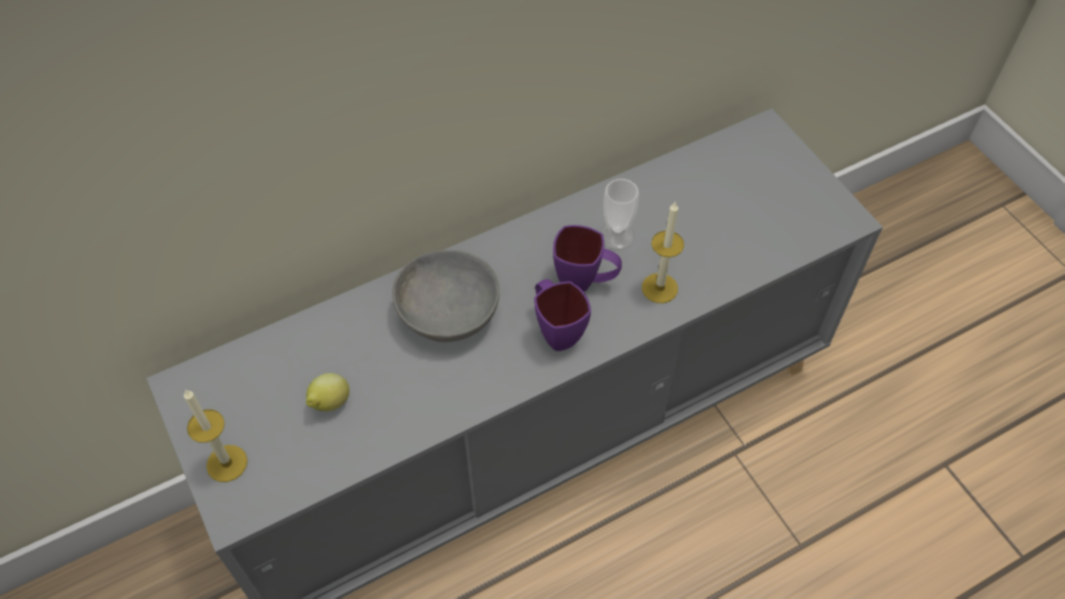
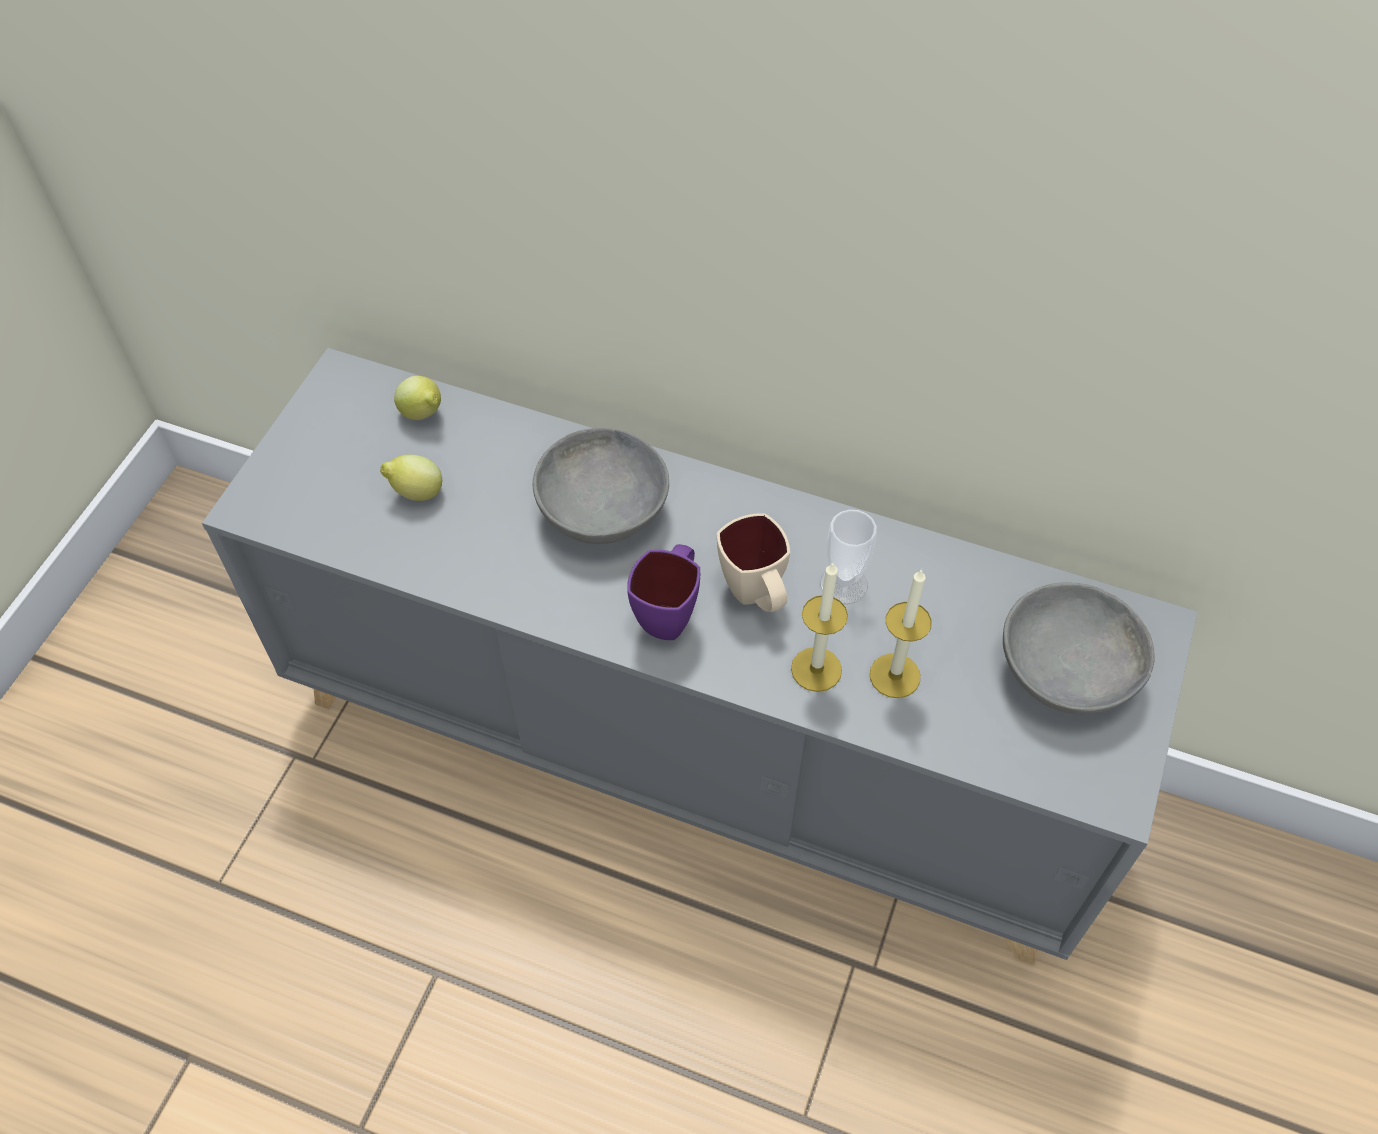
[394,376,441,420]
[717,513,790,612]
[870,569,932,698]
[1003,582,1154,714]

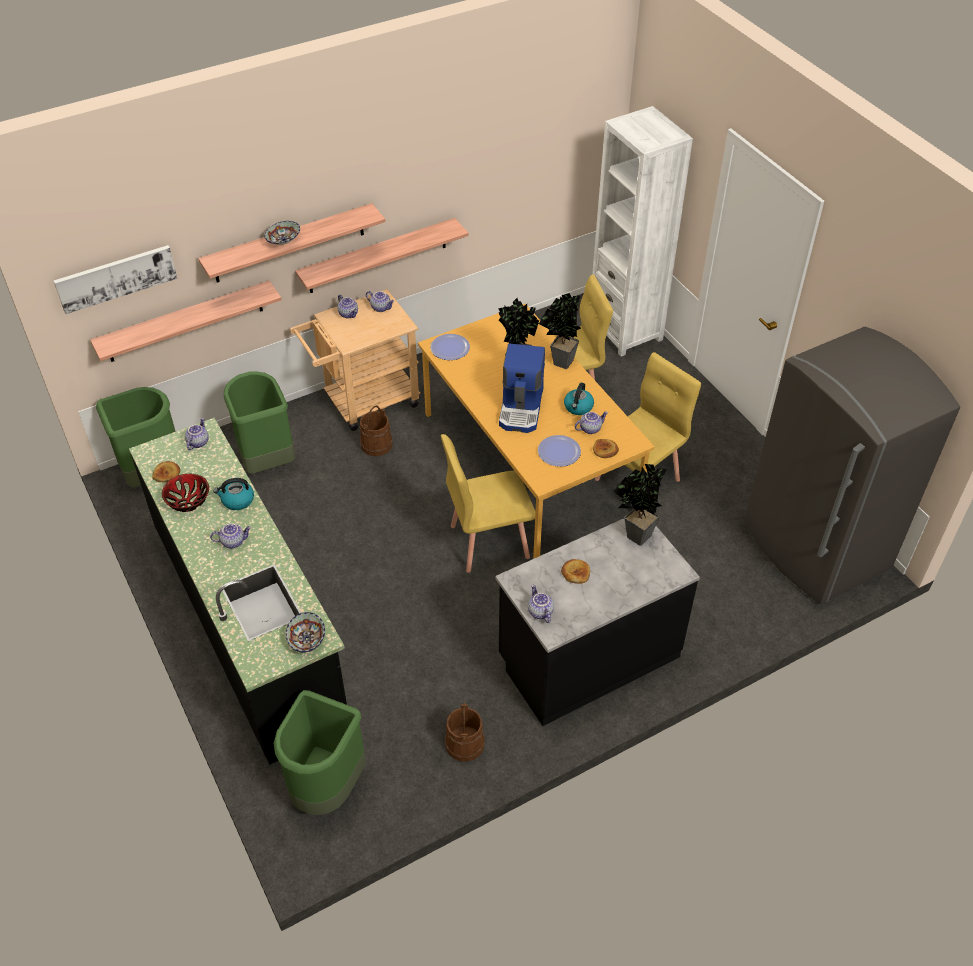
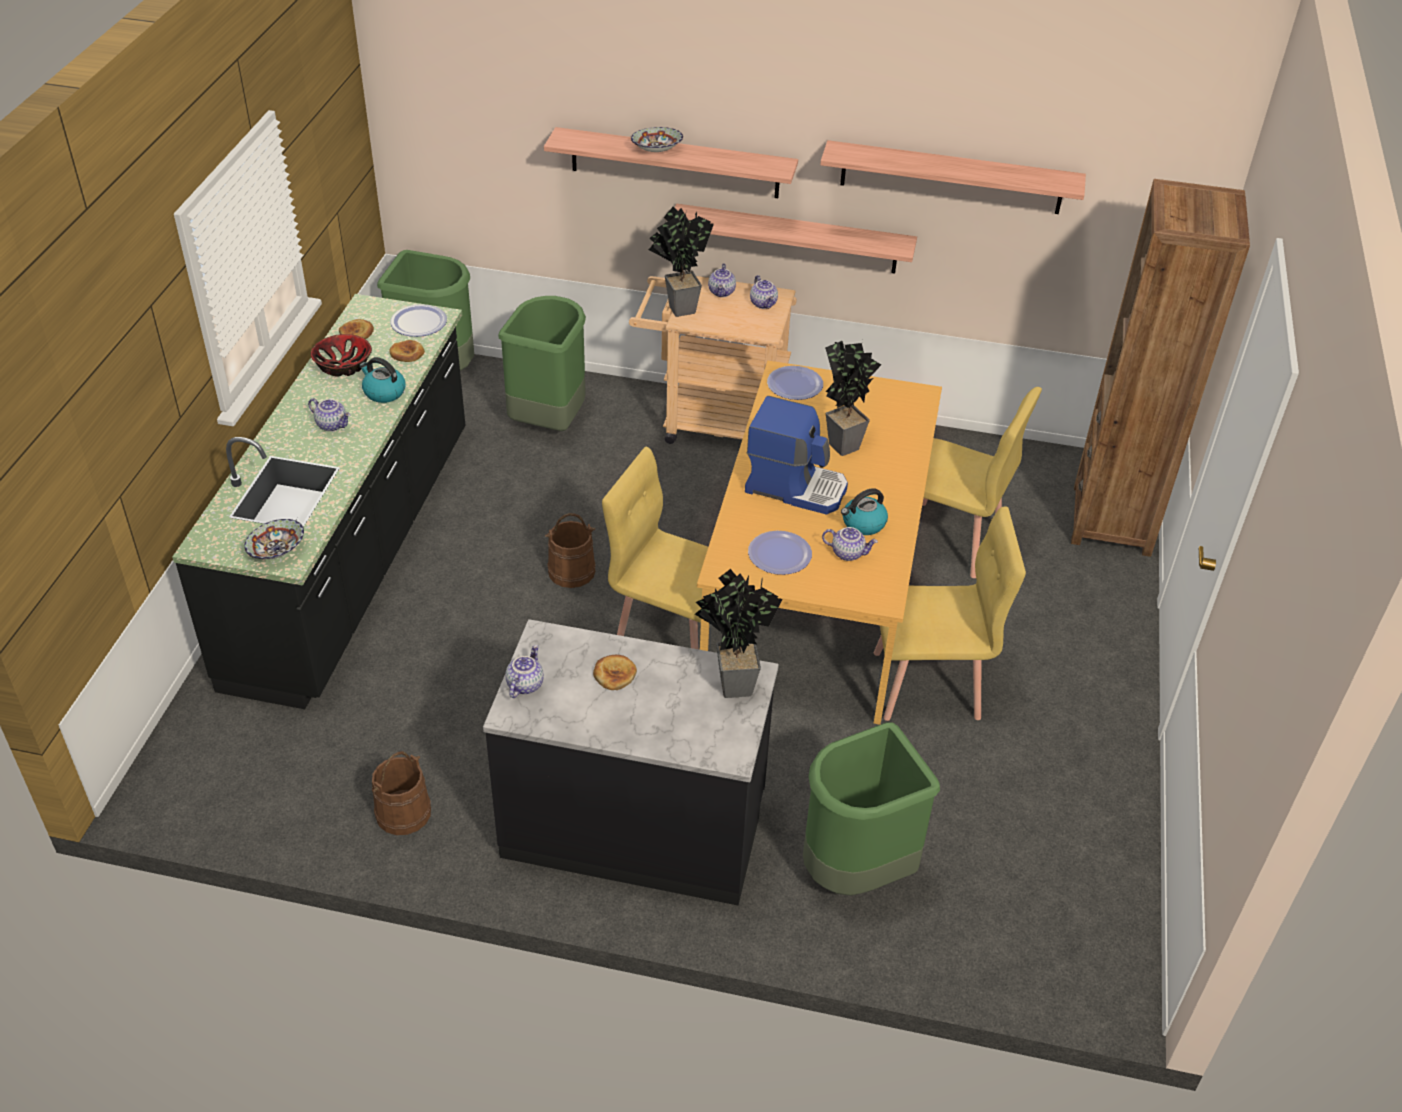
[389,340,425,362]
[390,304,447,337]
[545,513,596,588]
[649,207,714,317]
[745,396,848,514]
[803,722,940,896]
[820,140,1086,214]
[1071,179,1250,557]
[54,245,177,314] (first image)
[744,327,960,604] (first image)

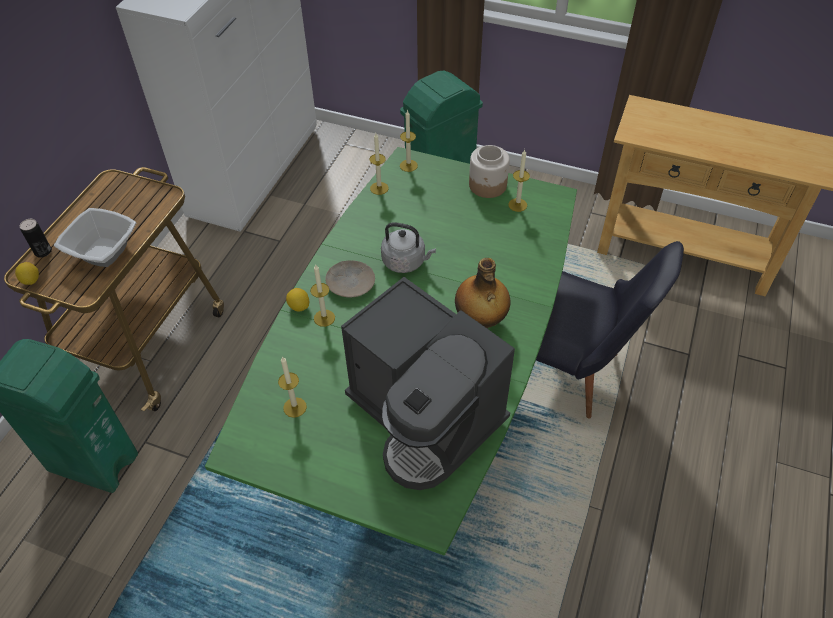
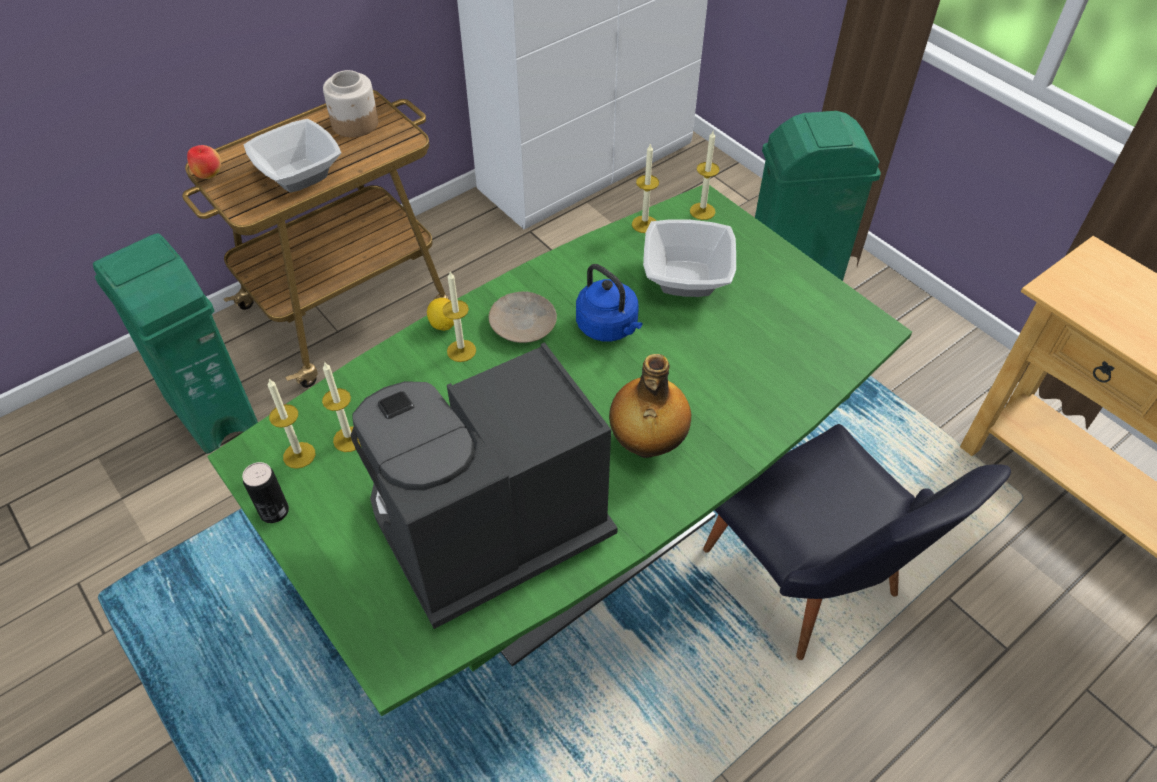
[187,145,221,179]
[242,462,289,523]
[268,379,315,469]
[323,70,378,137]
[350,342,618,629]
[576,264,643,341]
[643,220,736,297]

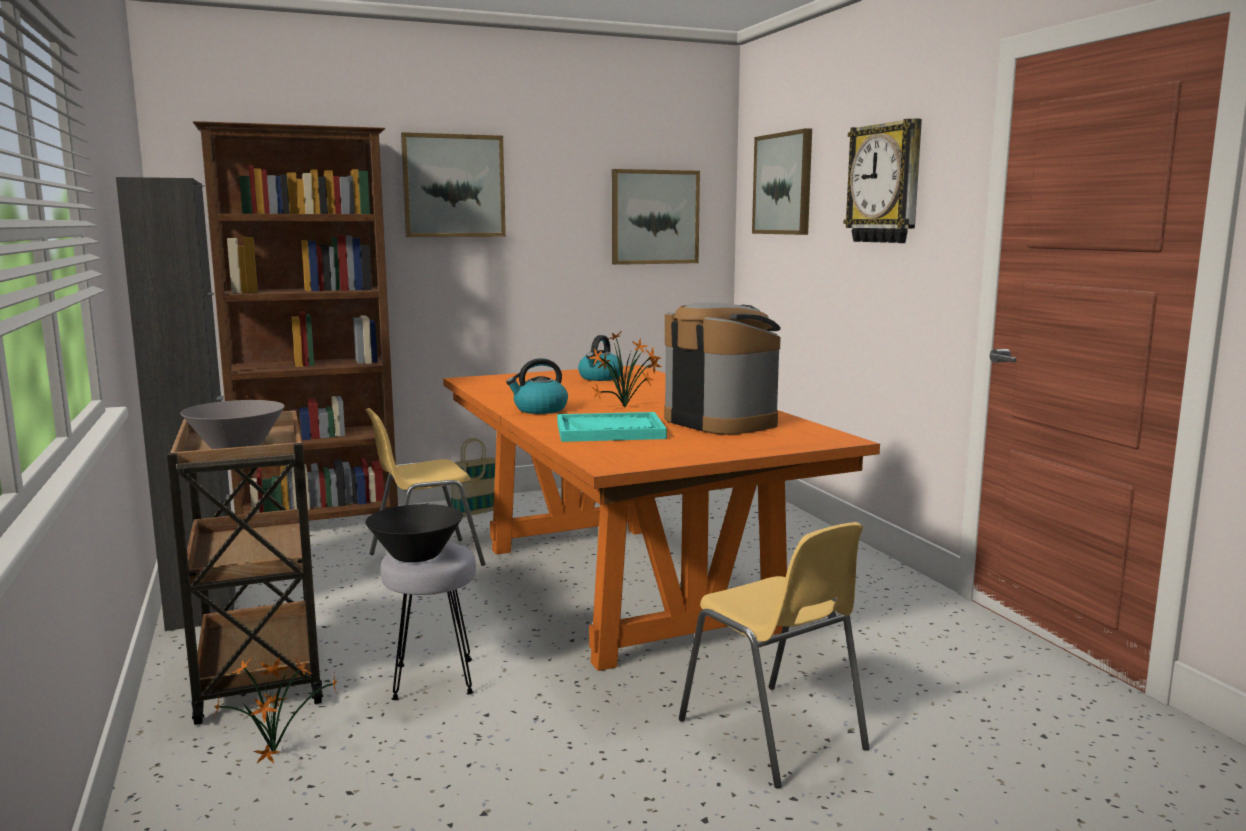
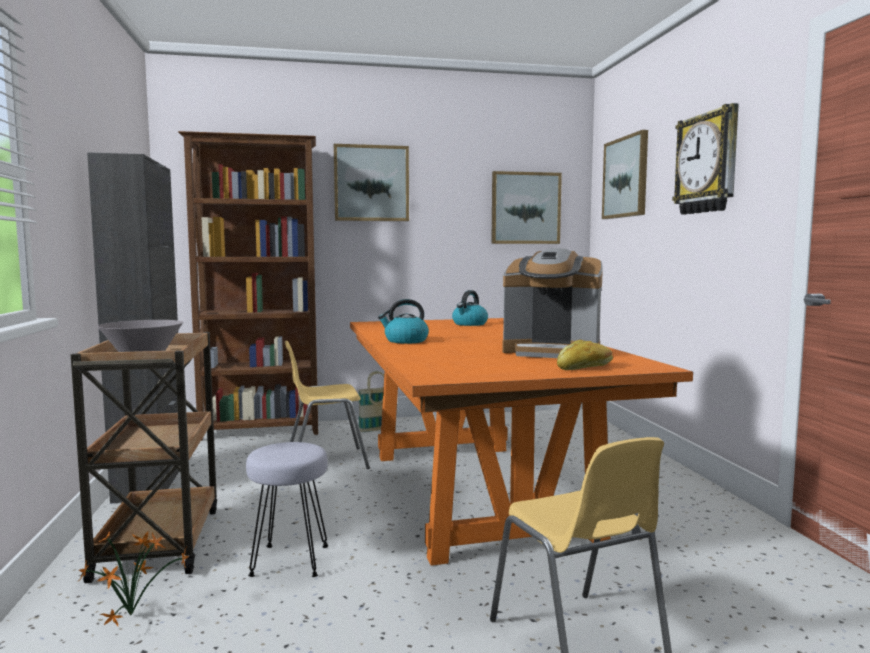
[502,248,603,358]
[557,339,613,370]
[365,504,463,562] (first image)
[557,412,667,442] (first image)
[589,332,661,407] (first image)

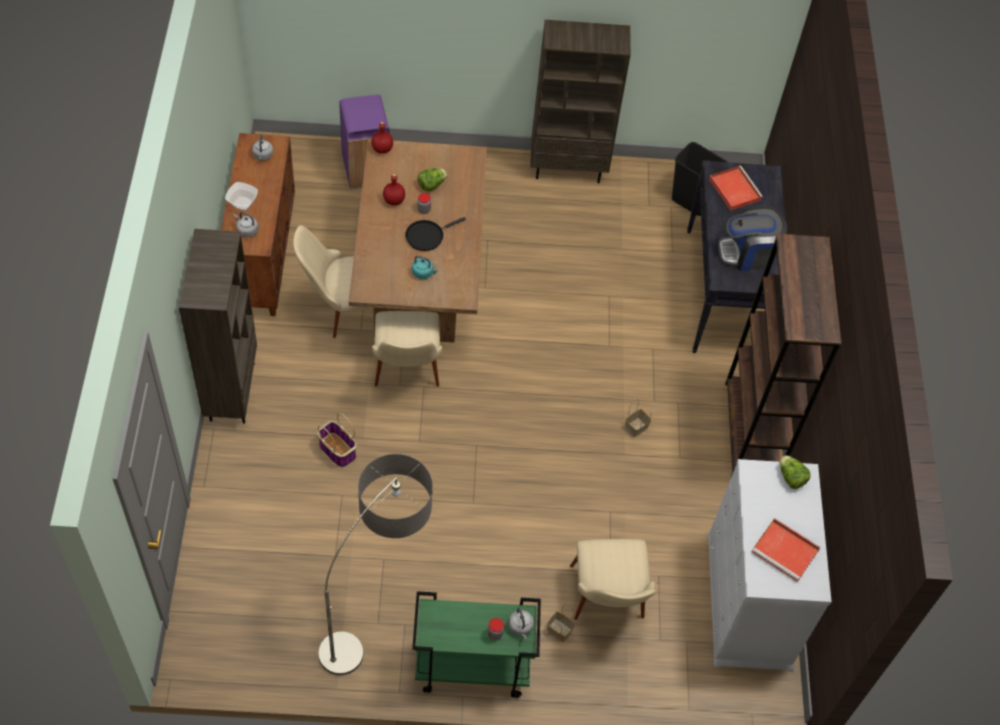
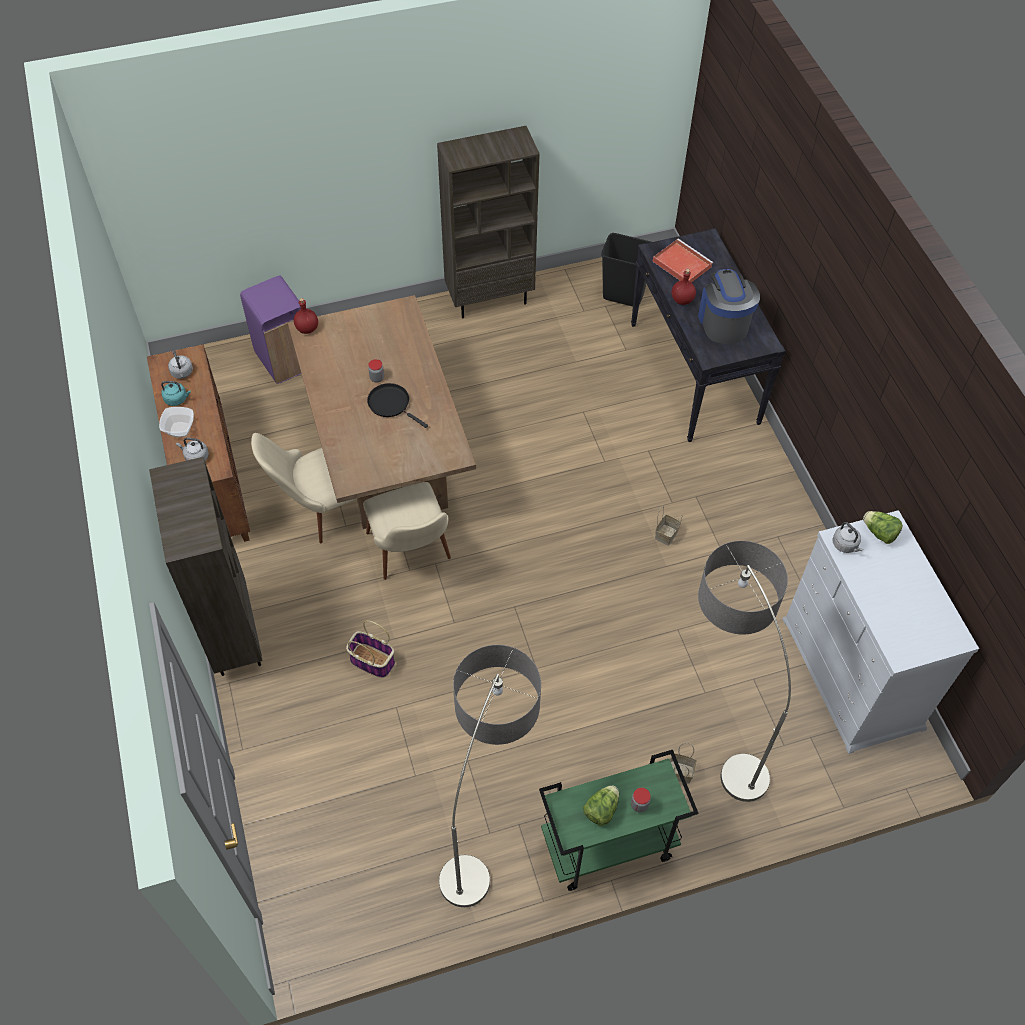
[161,381,191,406]
[367,383,428,428]
[583,785,619,825]
[672,269,696,305]
[698,269,760,344]
[698,541,791,802]
[833,522,863,553]
[725,234,841,477] (first image)
[752,518,821,582] (first image)

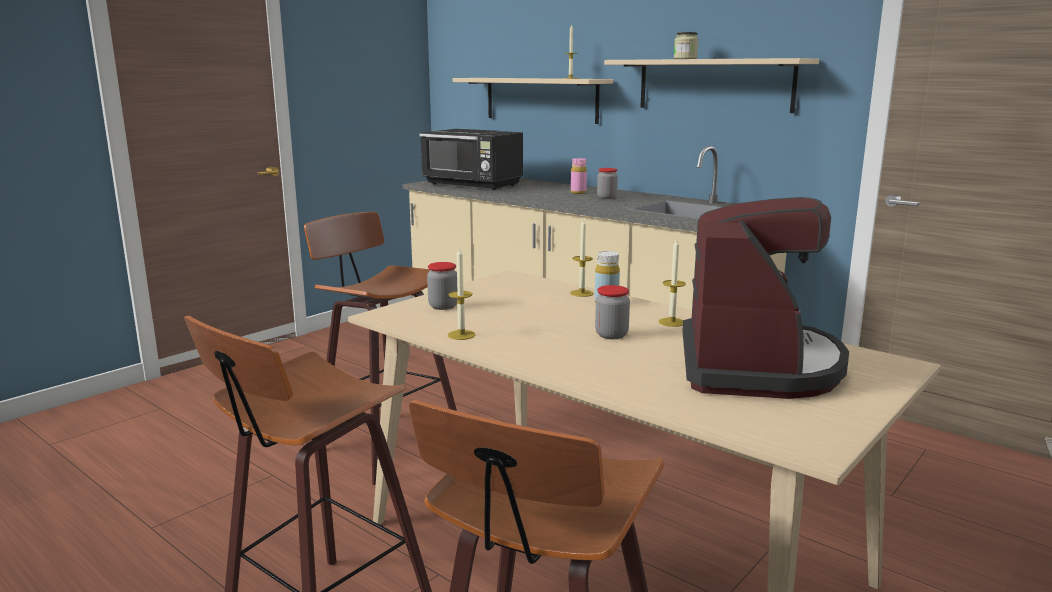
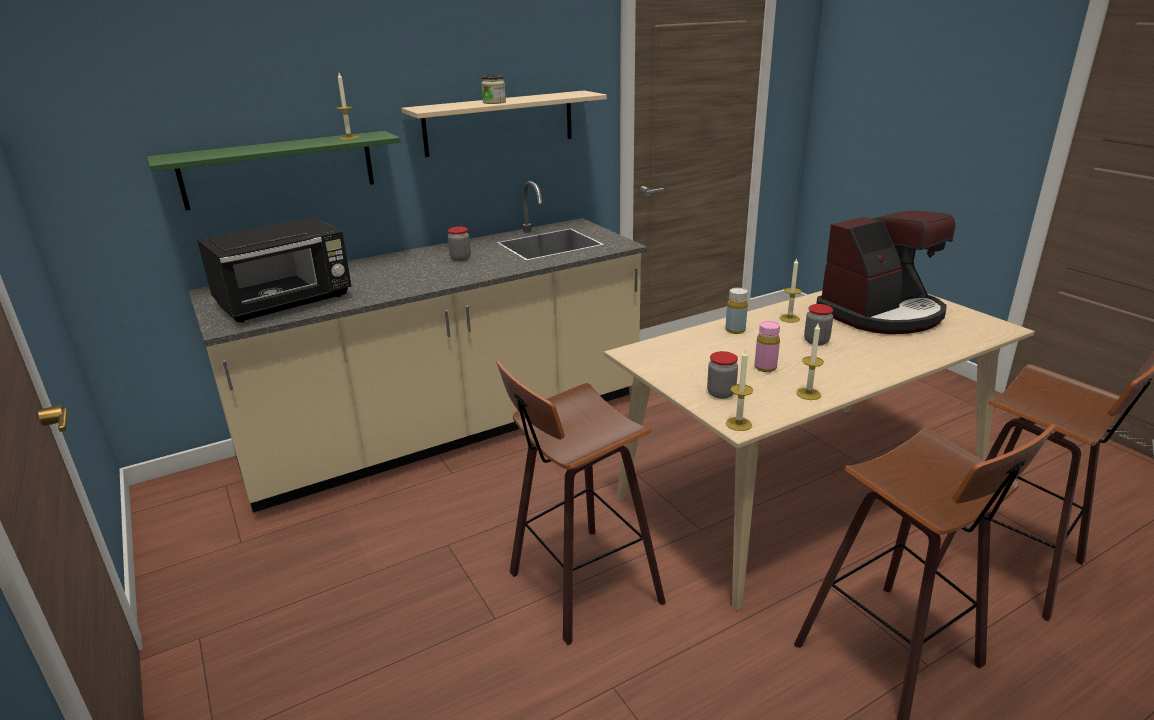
[147,131,400,210]
[726,349,753,431]
[755,321,780,372]
[816,210,955,334]

